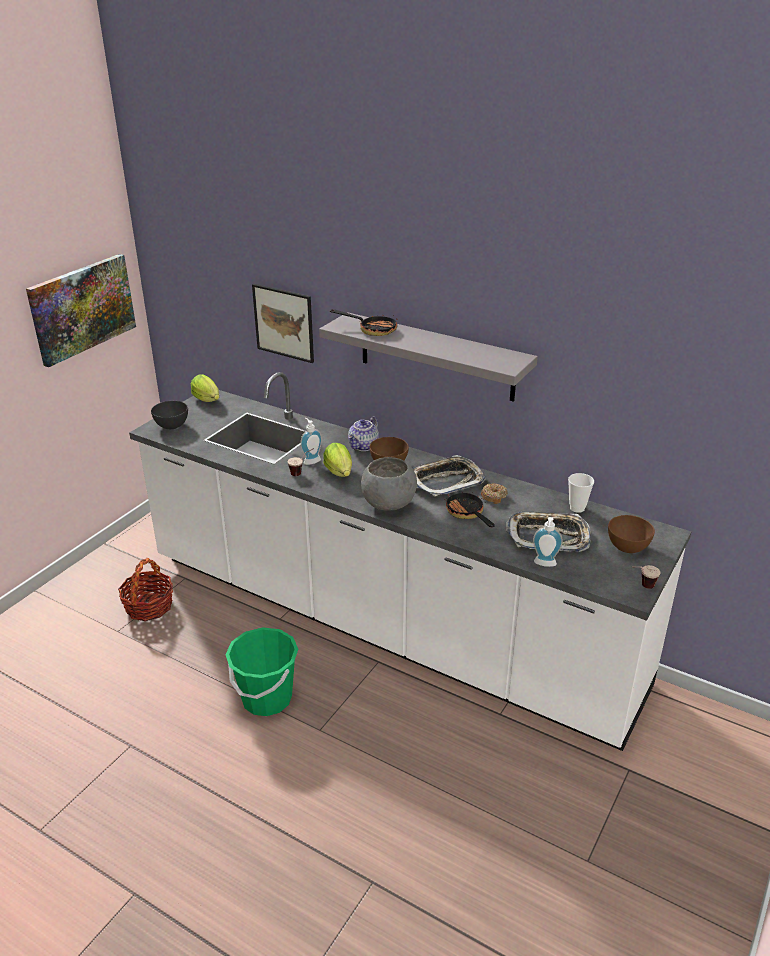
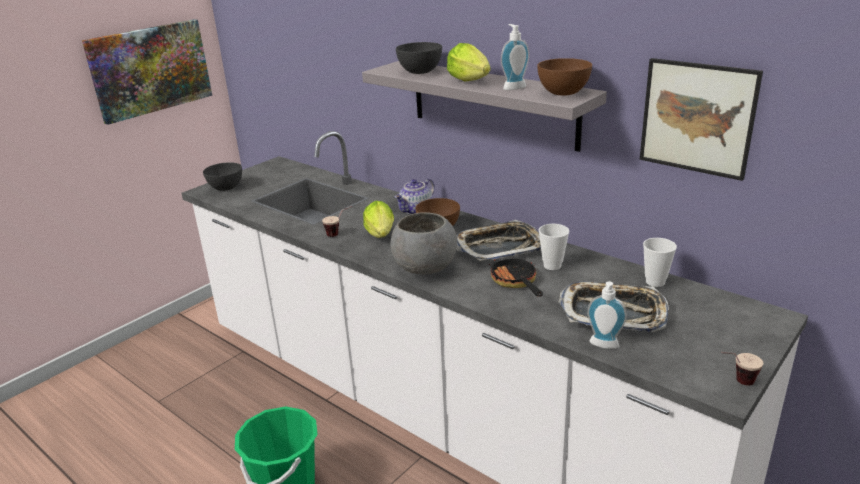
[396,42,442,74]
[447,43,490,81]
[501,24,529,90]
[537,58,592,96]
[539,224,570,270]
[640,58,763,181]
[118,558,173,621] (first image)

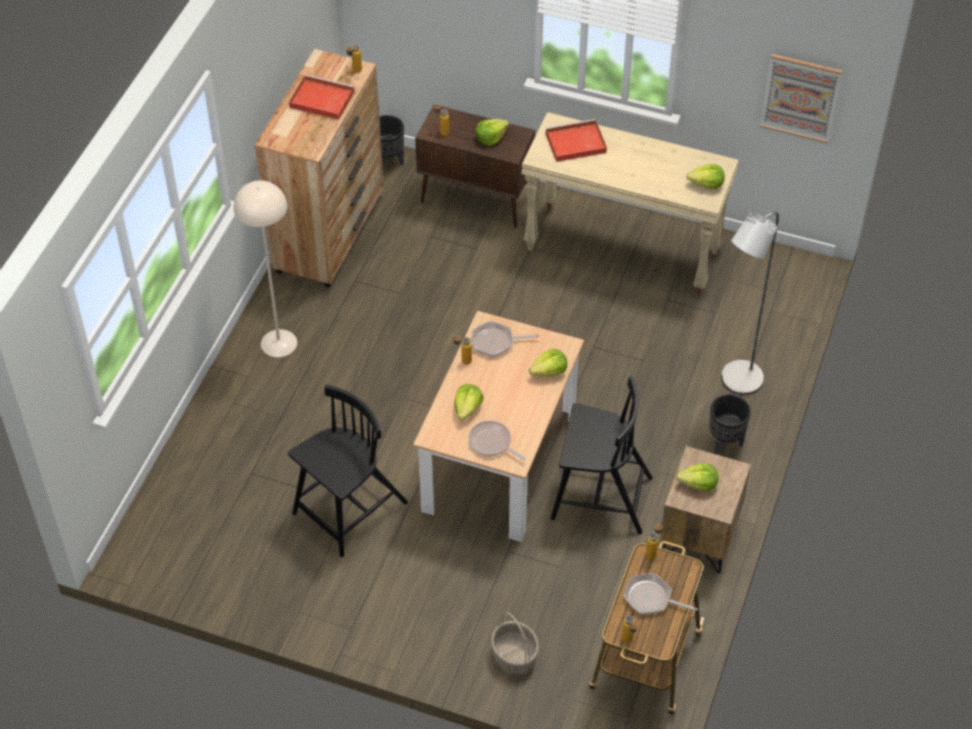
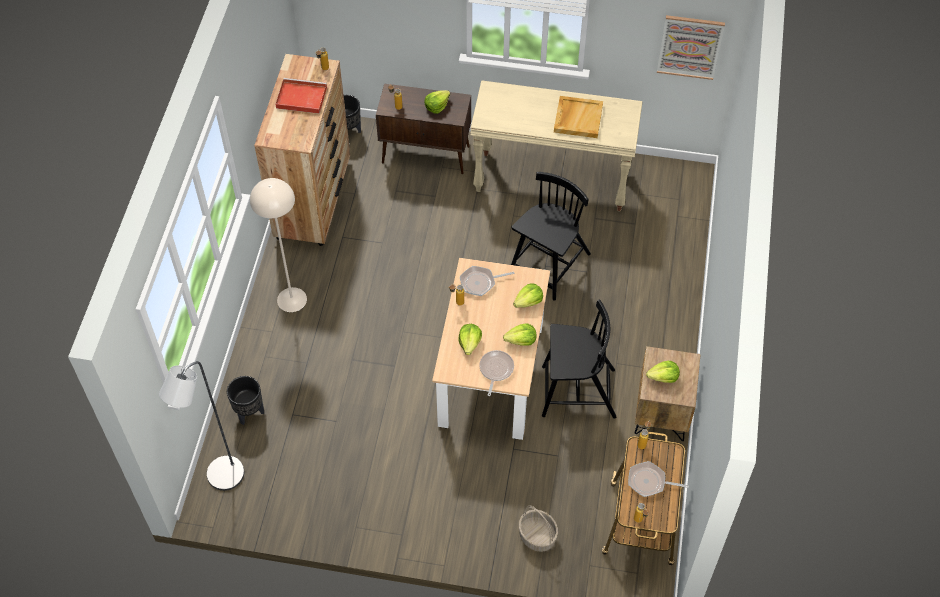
[159,361,244,491]
[227,376,264,425]
[479,350,514,396]
[503,324,537,346]
[511,172,591,301]
[554,96,603,138]
[545,119,607,162] (first image)

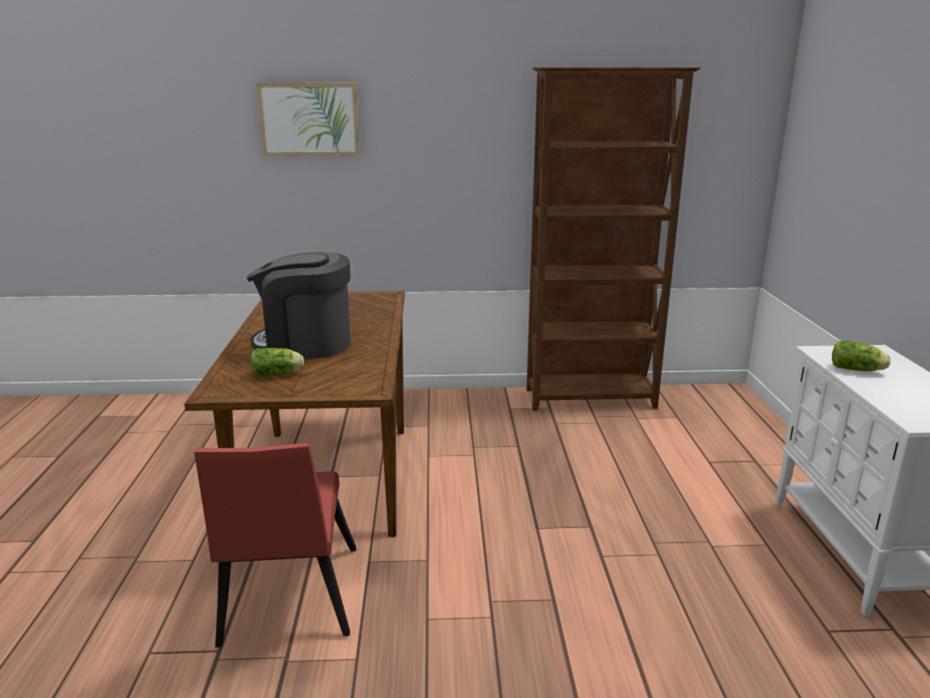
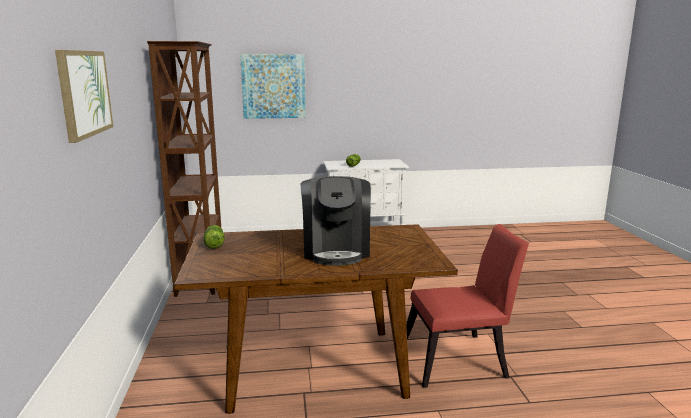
[203,225,225,249]
[240,54,306,119]

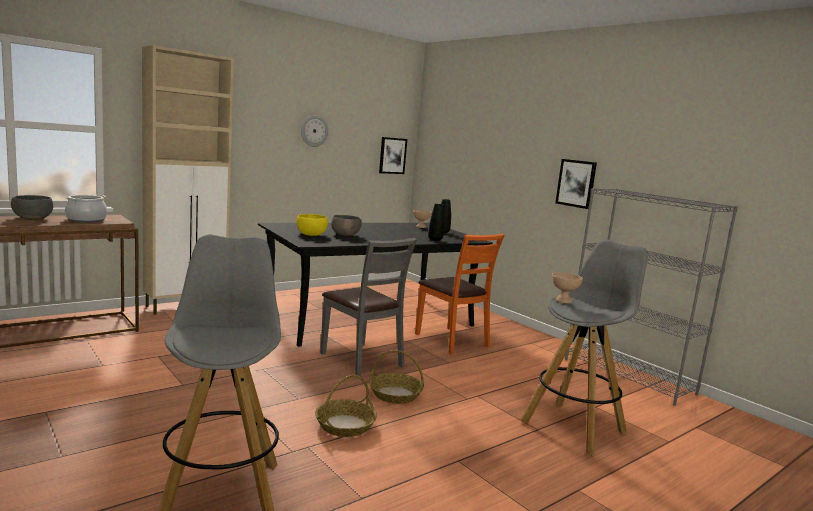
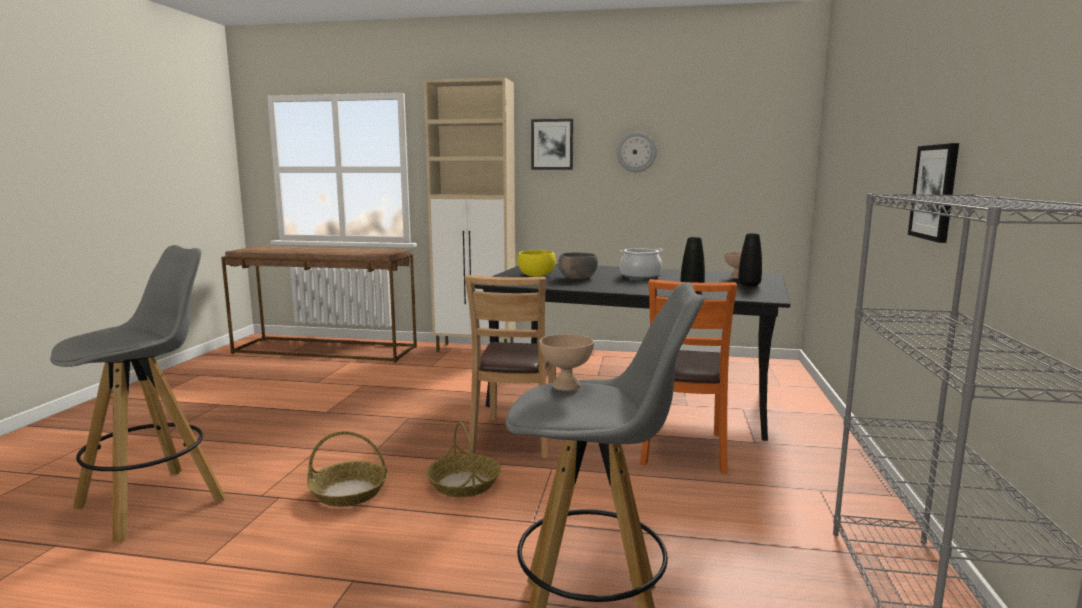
[464,275,556,459]
[531,119,573,170]
[619,248,663,279]
[11,195,53,220] (first image)

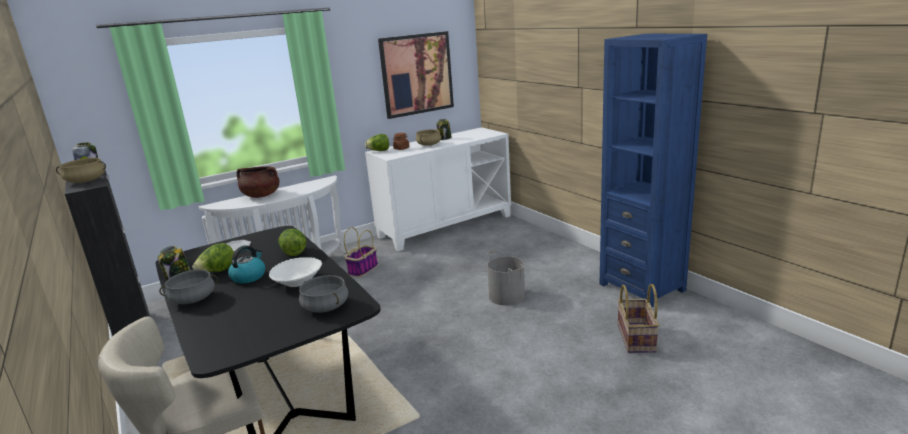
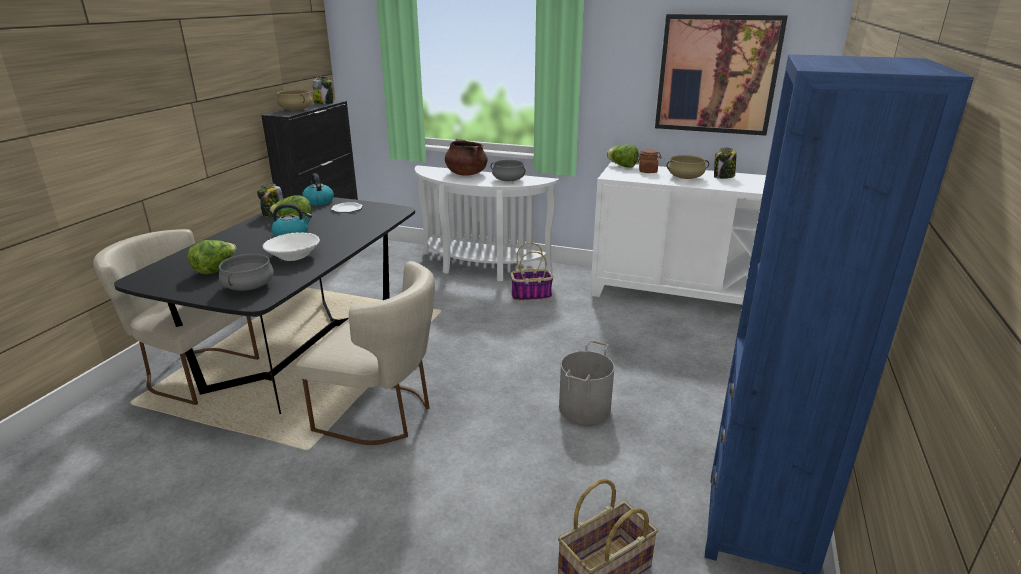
[187,240,236,274]
[296,261,435,445]
[302,173,334,205]
[491,160,525,181]

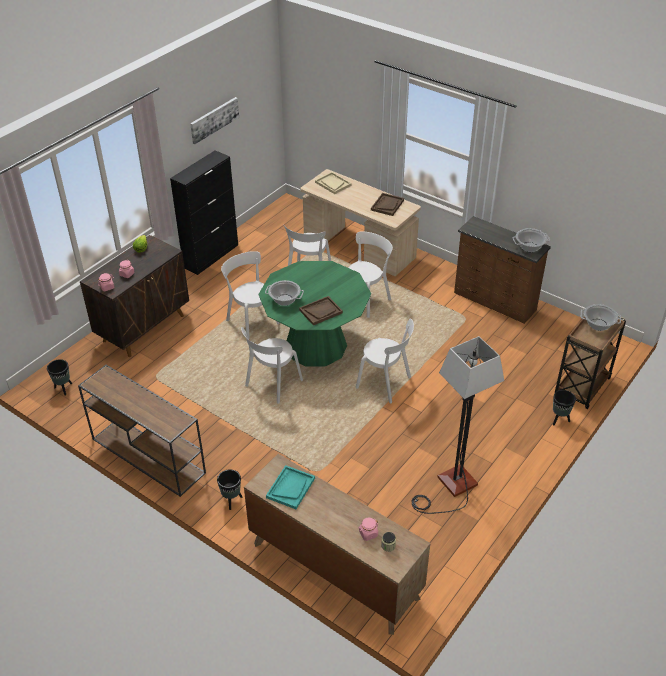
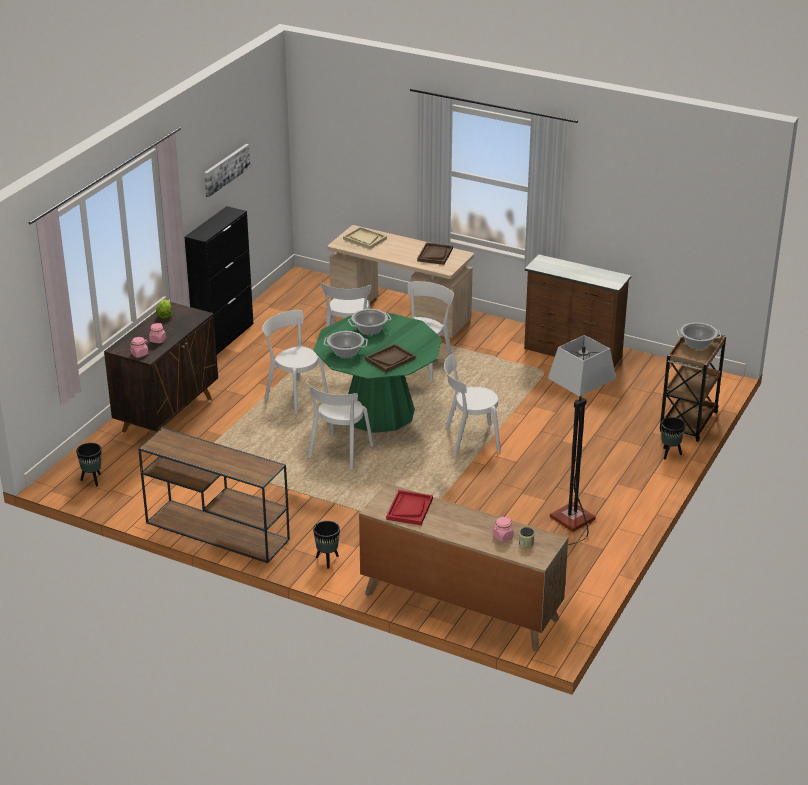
[348,309,391,335]
[386,490,433,525]
[444,354,501,455]

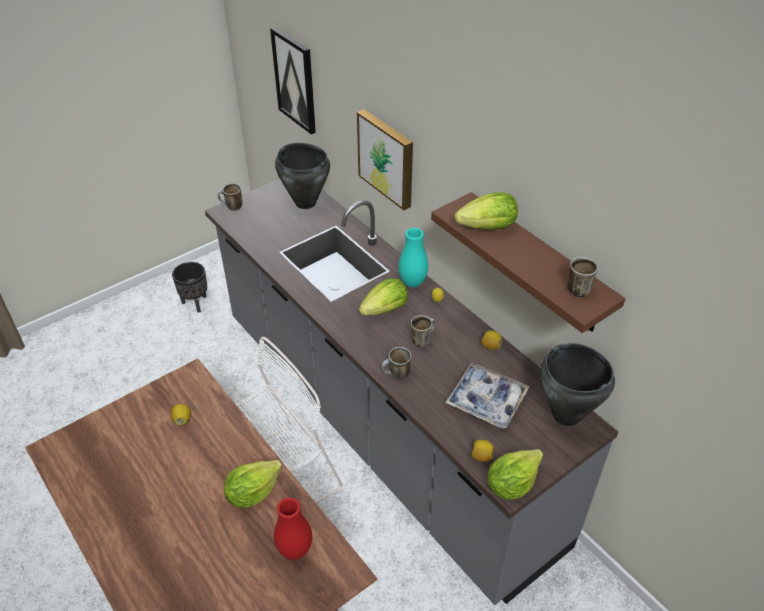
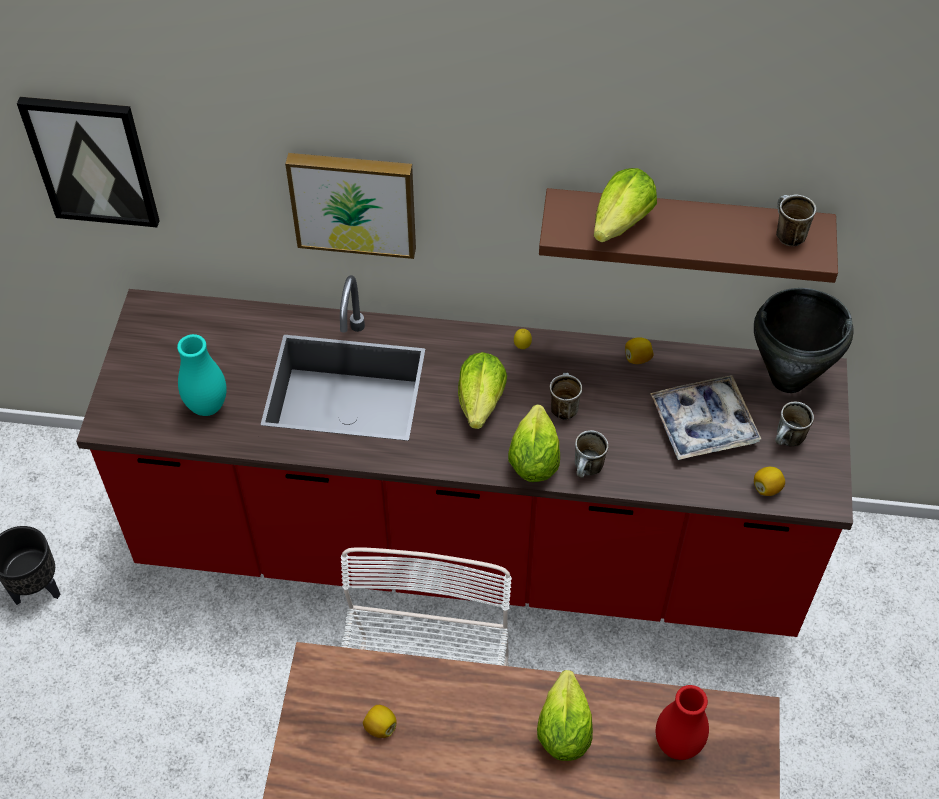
[76,275,853,637]
[177,334,226,416]
[508,405,560,482]
[775,402,814,446]
[275,143,330,209] (first image)

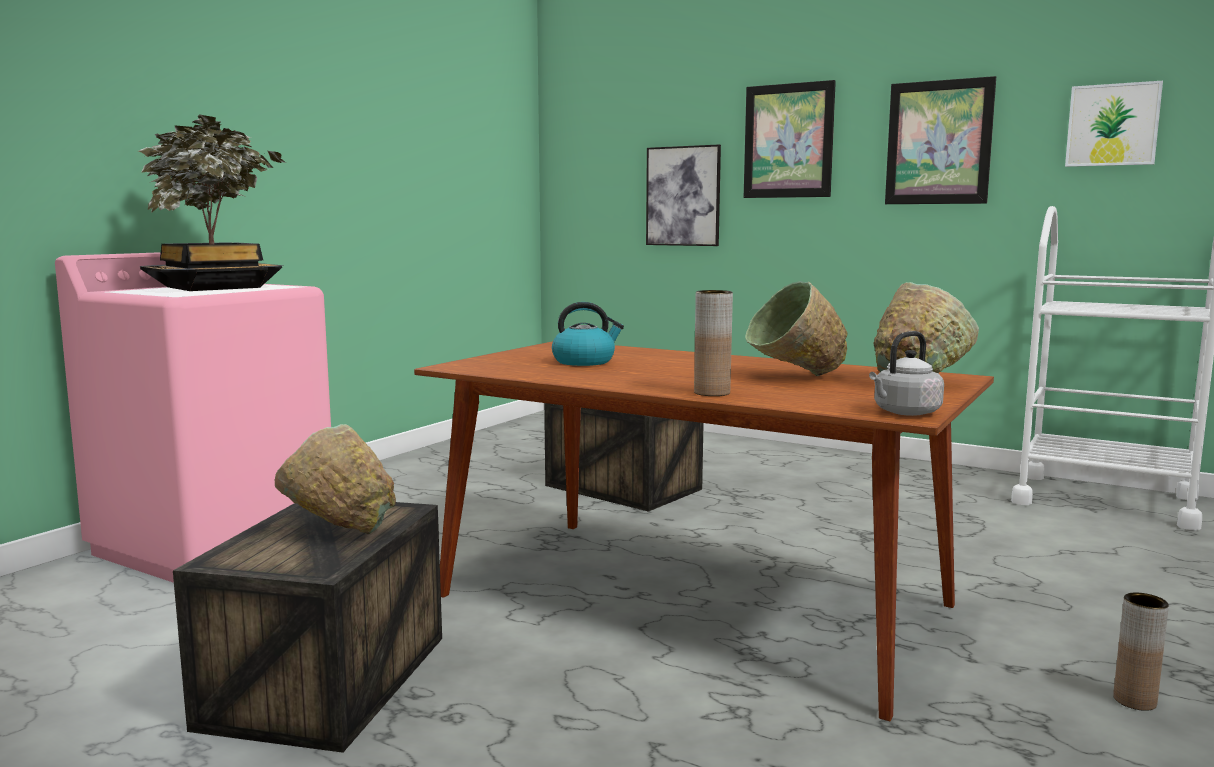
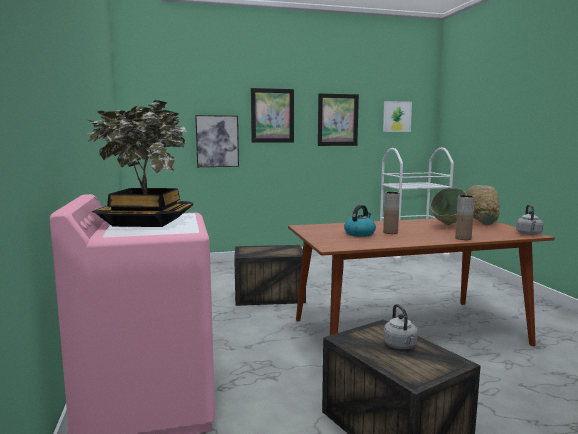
[383,192,400,234]
[383,304,418,349]

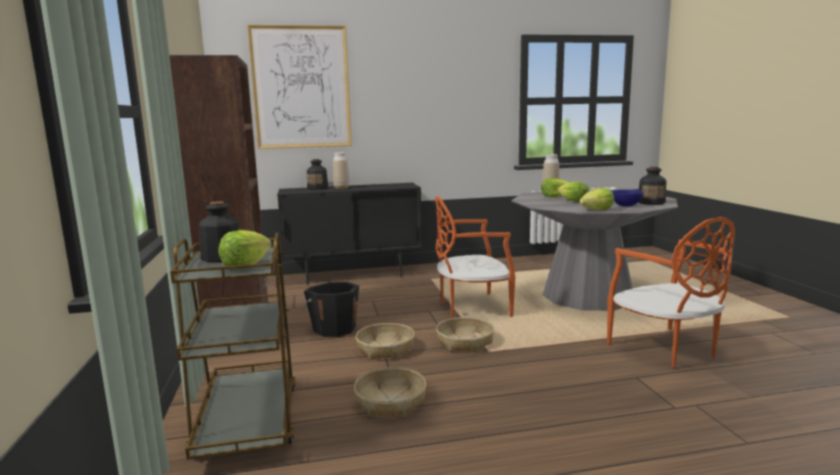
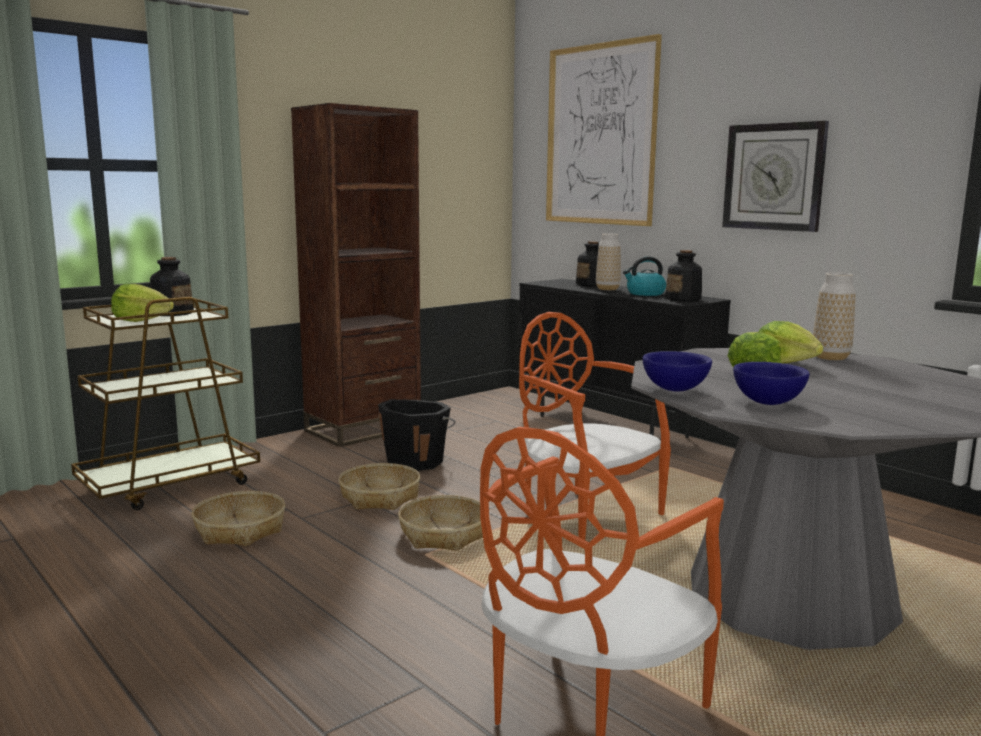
[623,256,666,296]
[642,351,712,392]
[665,250,702,302]
[722,121,829,232]

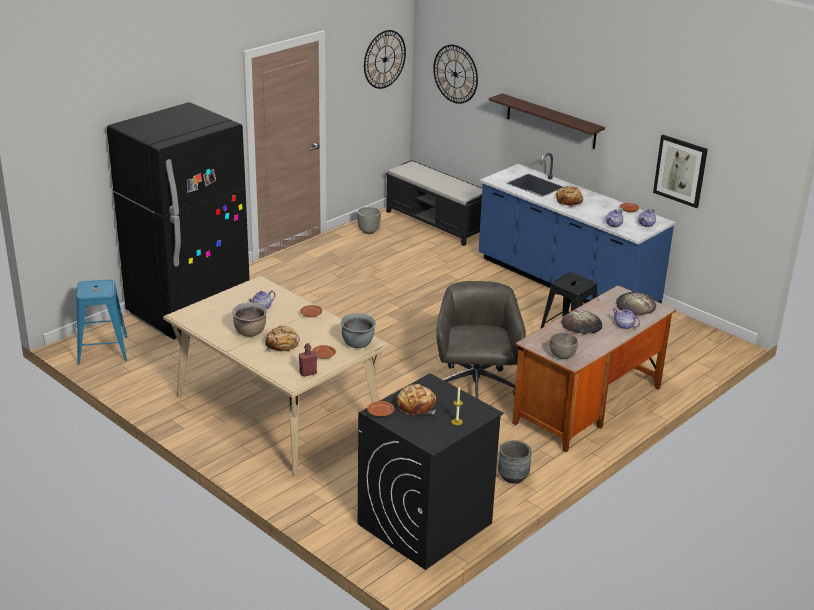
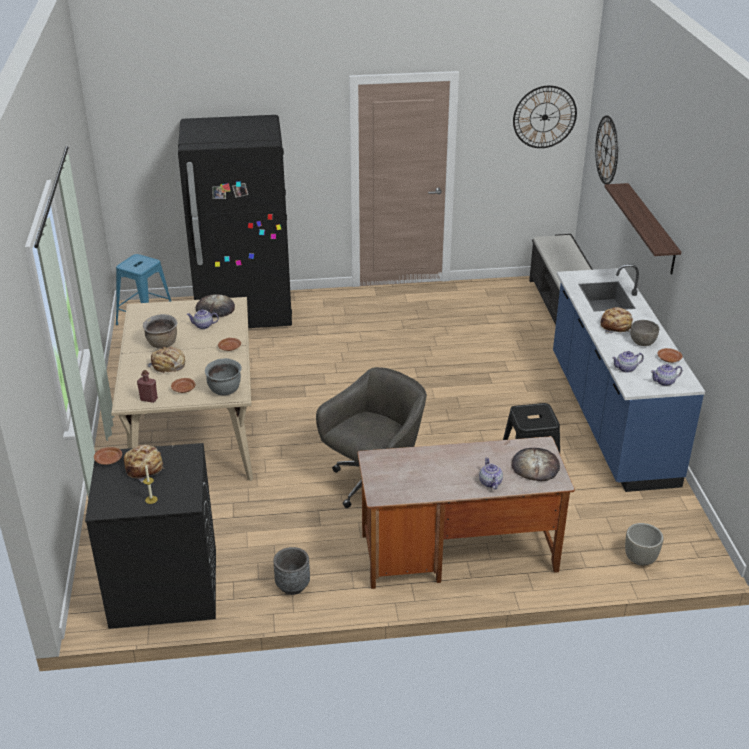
[196,294,235,317]
[625,523,664,566]
[630,320,659,346]
[653,135,708,208] (first image)

